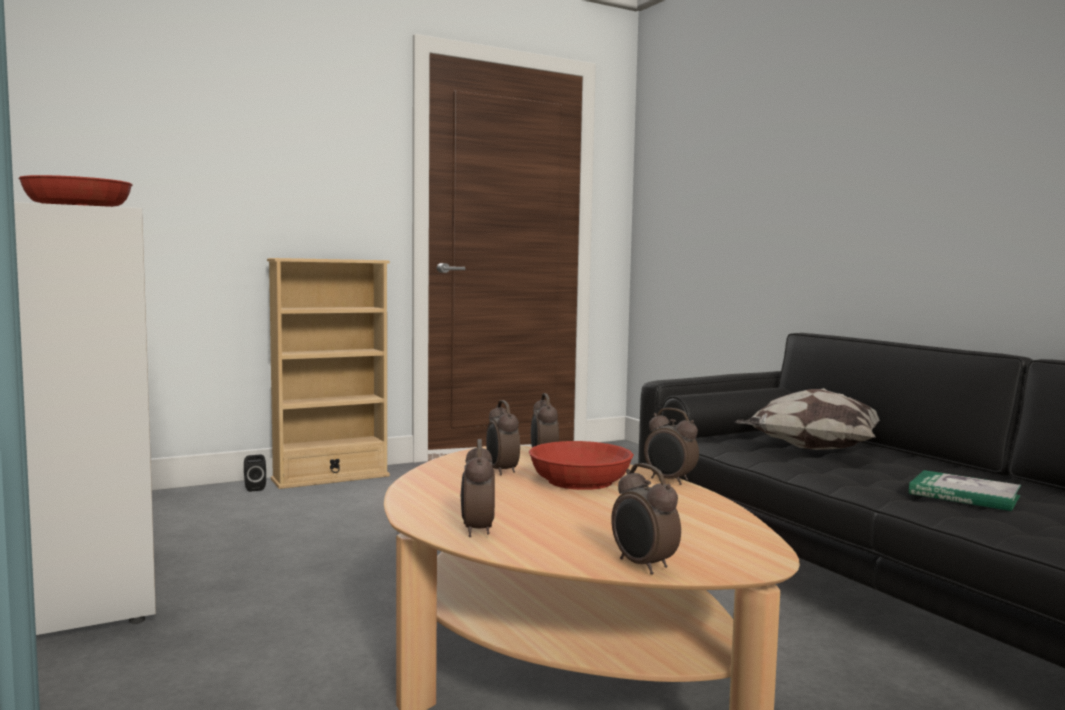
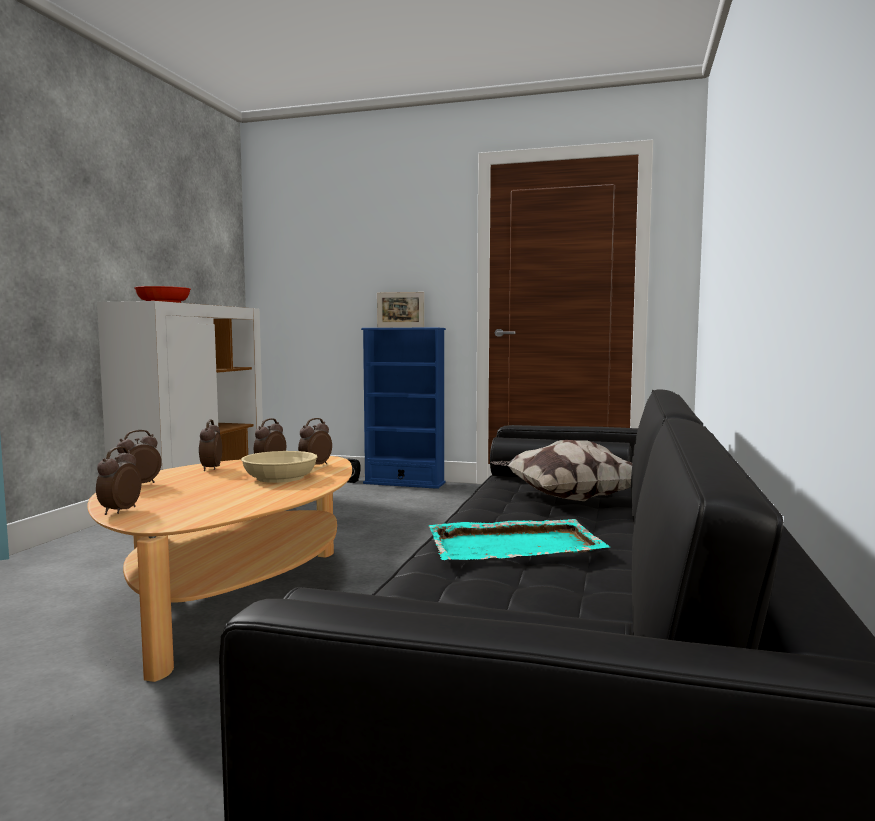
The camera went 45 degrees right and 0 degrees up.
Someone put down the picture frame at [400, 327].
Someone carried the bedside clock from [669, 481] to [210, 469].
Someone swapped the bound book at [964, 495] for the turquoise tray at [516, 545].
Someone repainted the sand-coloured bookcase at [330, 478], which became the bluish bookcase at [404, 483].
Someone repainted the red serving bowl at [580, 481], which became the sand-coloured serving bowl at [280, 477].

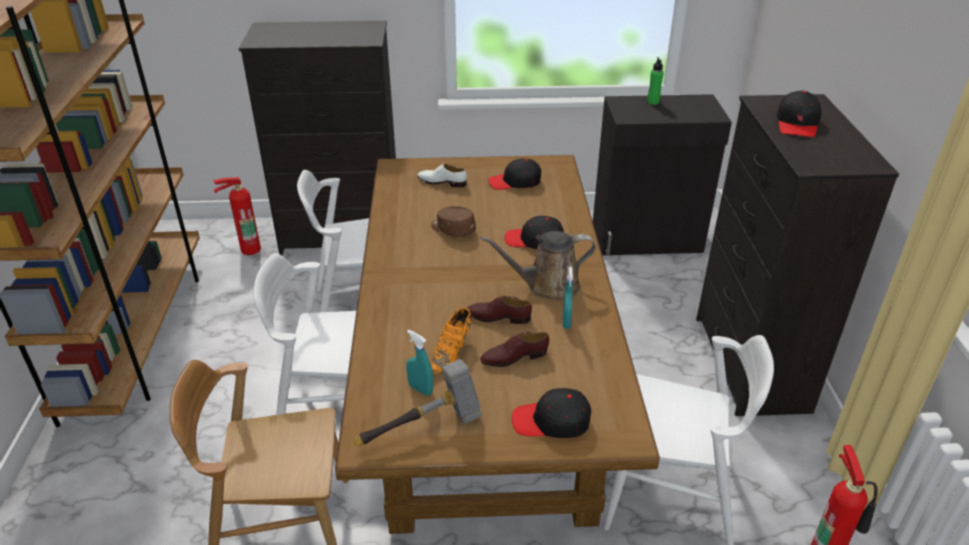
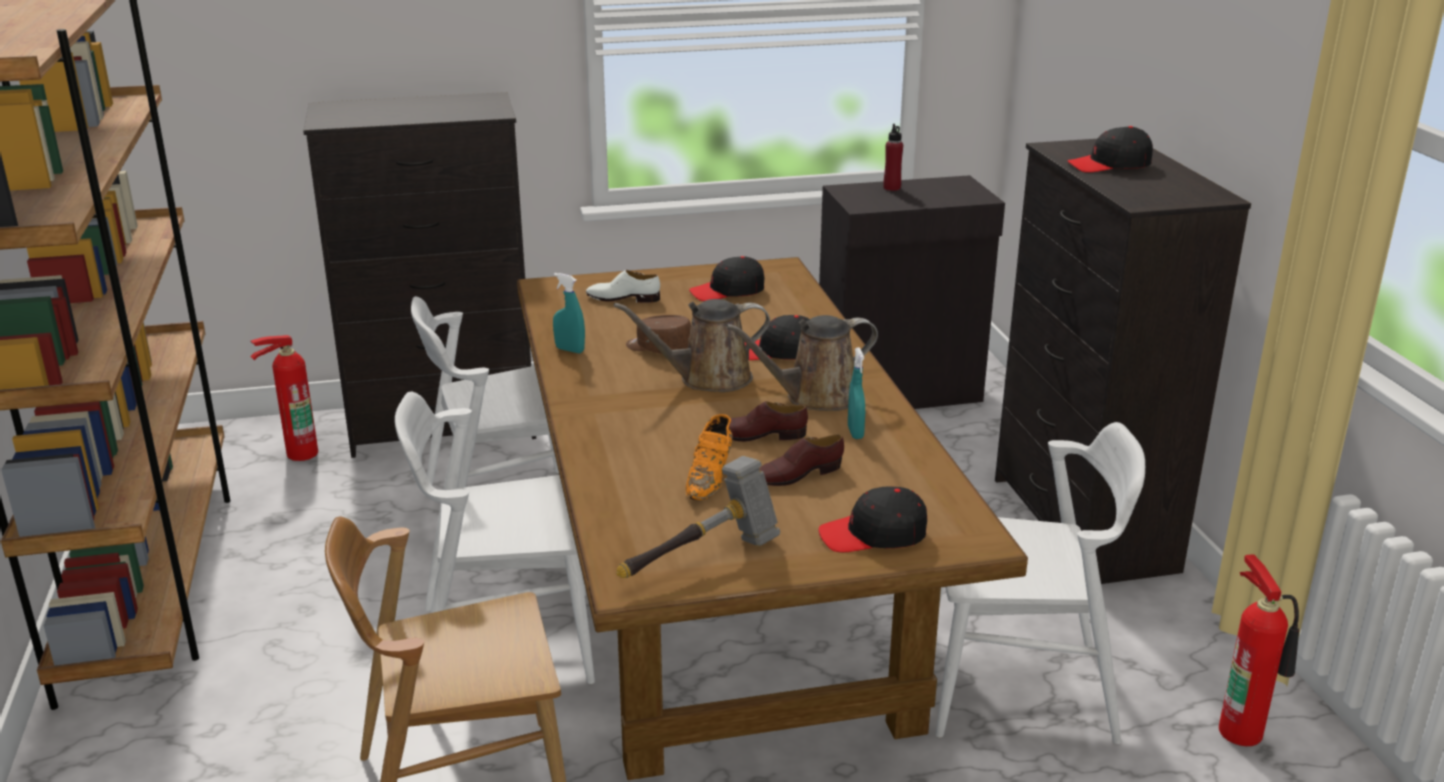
The camera went 10 degrees left and 10 degrees down.
Someone put down the brown-coloured watering pot at [708, 379].
Someone carried the turquoise hand sprayer from [420, 389] to [570, 350].
Someone repainted the green-coloured drink bottle at [653, 102], which became the red drink bottle at [892, 188].
Someone rotated the black peaked cap at [797, 123] by 75 degrees clockwise.

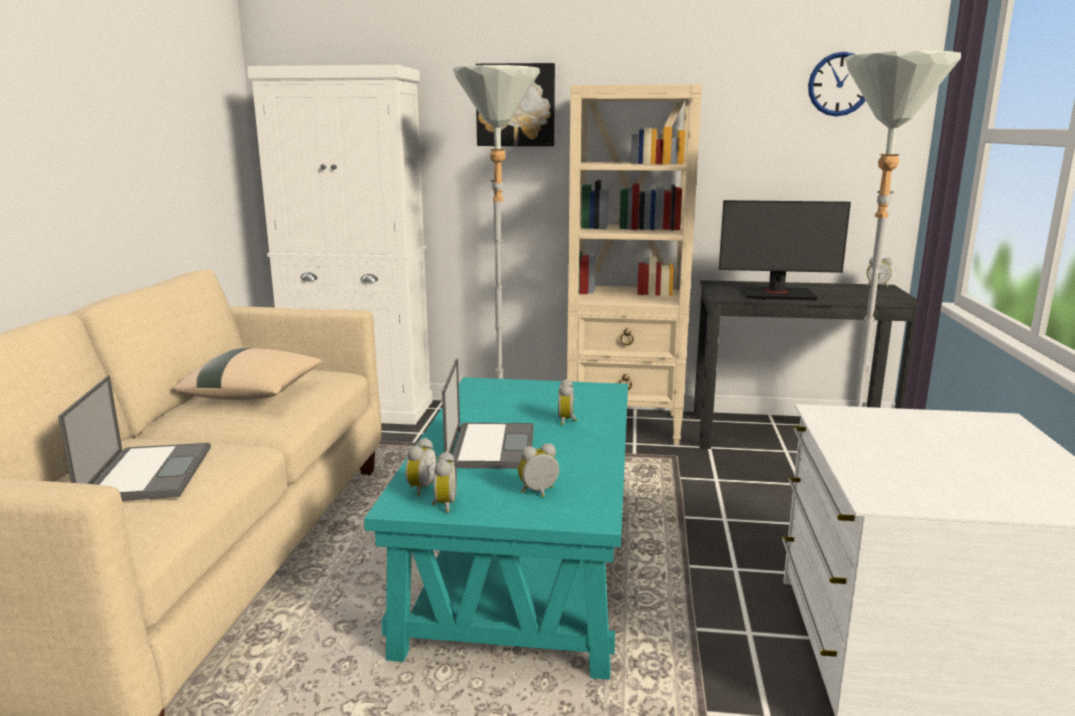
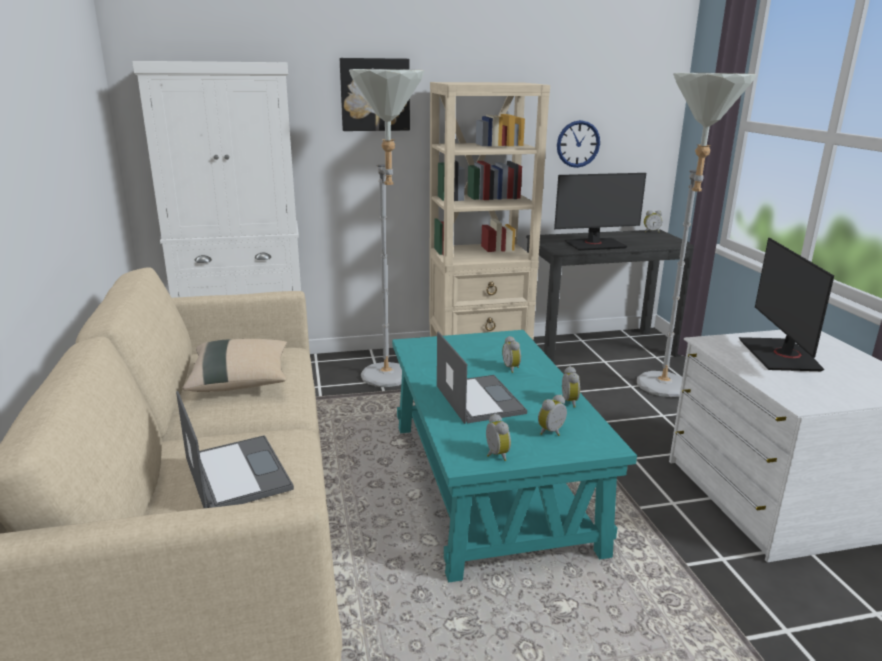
The camera went 20 degrees left and 5 degrees up.
Someone put down the computer display at [780, 355].
Someone carried the bedside clock from [420, 488] to [567, 402].
Someone carried the wall clock from [839, 84] to [578, 144].

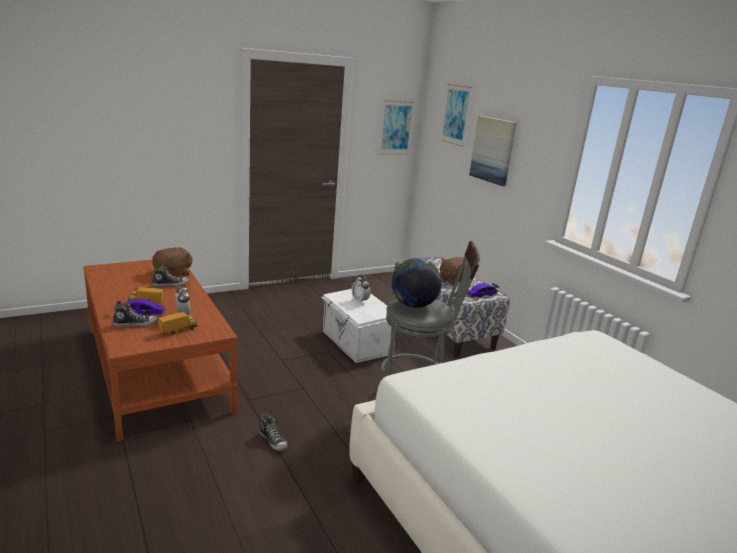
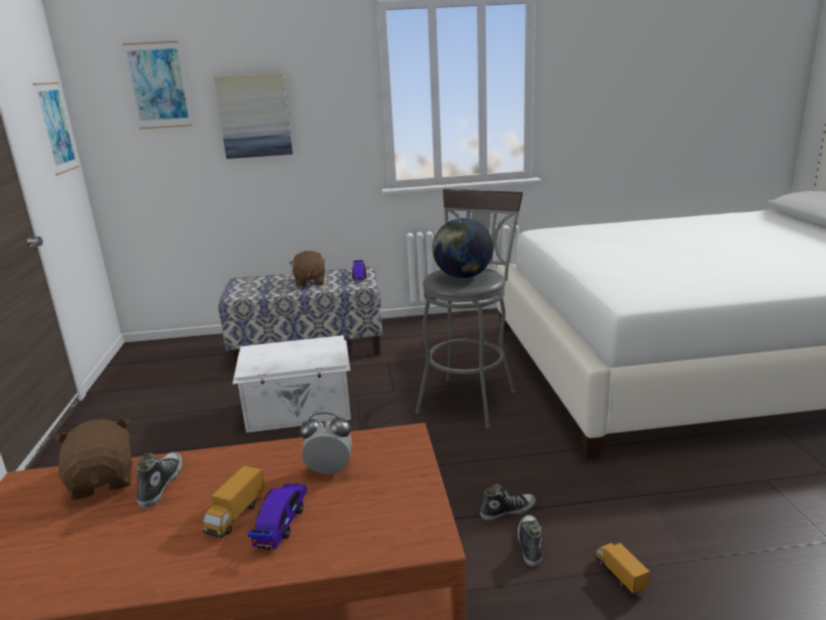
The camera went 65 degrees left and 0 degrees up.
Someone took away the bedside clock at [360, 301].
Someone carried the item of footwear from [135, 324] to [530, 544].
Someone carried the toy lorry from [178, 330] to [619, 576].

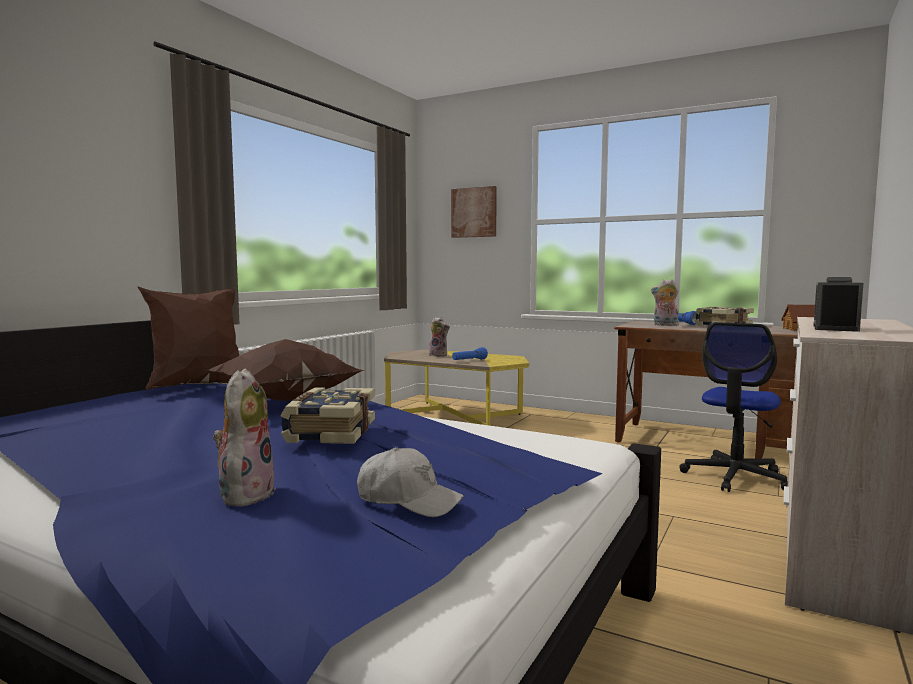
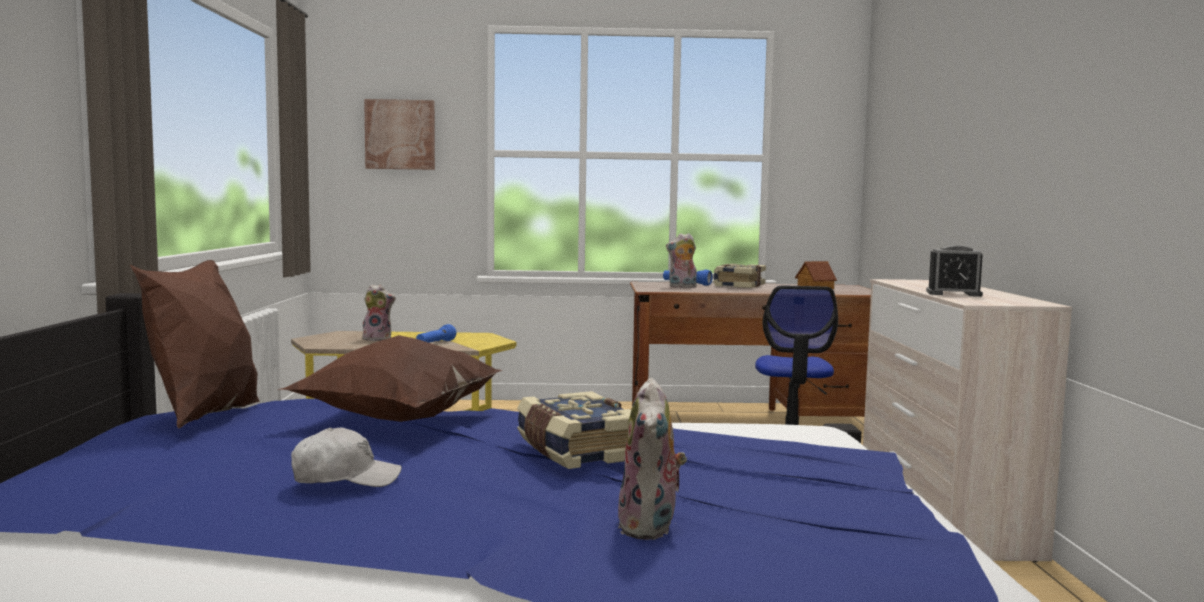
The camera went 30 degrees left and 0 degrees up.
Someone carried the white peaked cap from [409, 500] to [345, 478].
Someone rotated the soft toy at [245, 494] by 150 degrees counterclockwise.
Someone rotated the bedside clock at [835, 328] by 75 degrees counterclockwise.

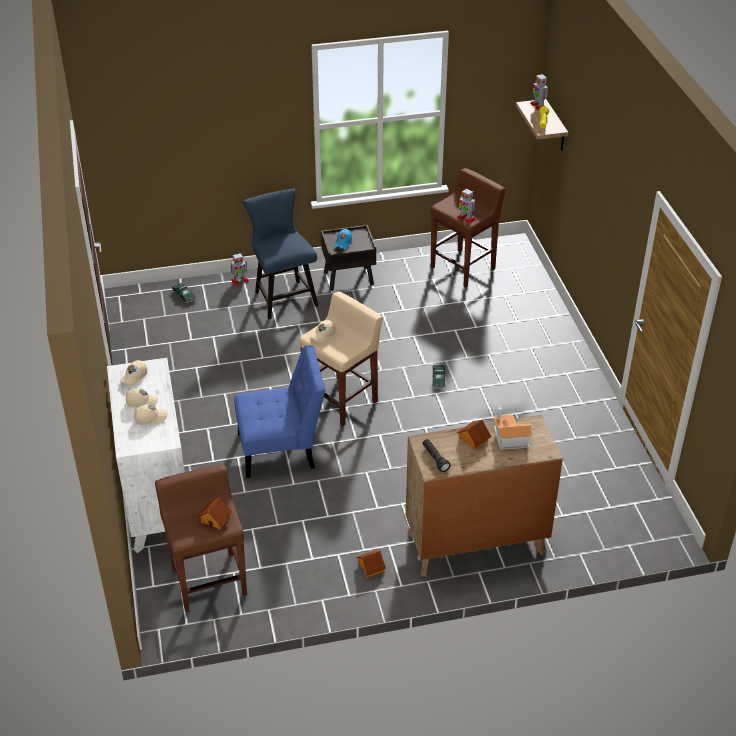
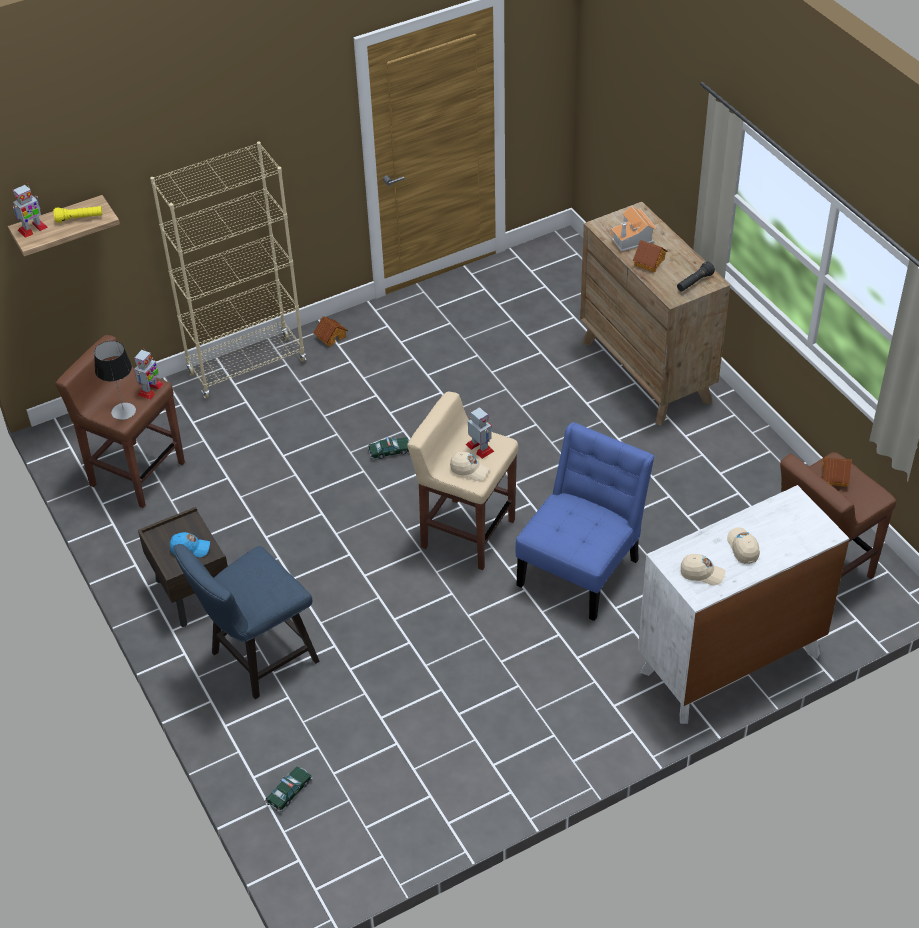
The camera went 105 degrees left and 5 degrees up.
Someone took away the sand-coloured peaked cap at [151, 418].
Someone put down the tabletop lamp at [123, 411].
Someone put down the sand-coloured bookcase at [247, 367].
Someone carried the toy robot from [240, 280] to [480, 448].
Someone carried the toy house from [371, 567] to [331, 336].
Someone rotated the bluish upright chair at [281, 449] by 60 degrees clockwise.

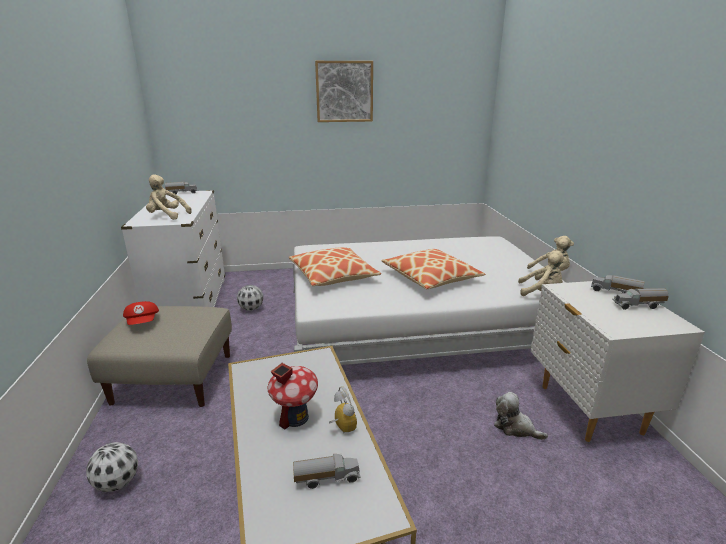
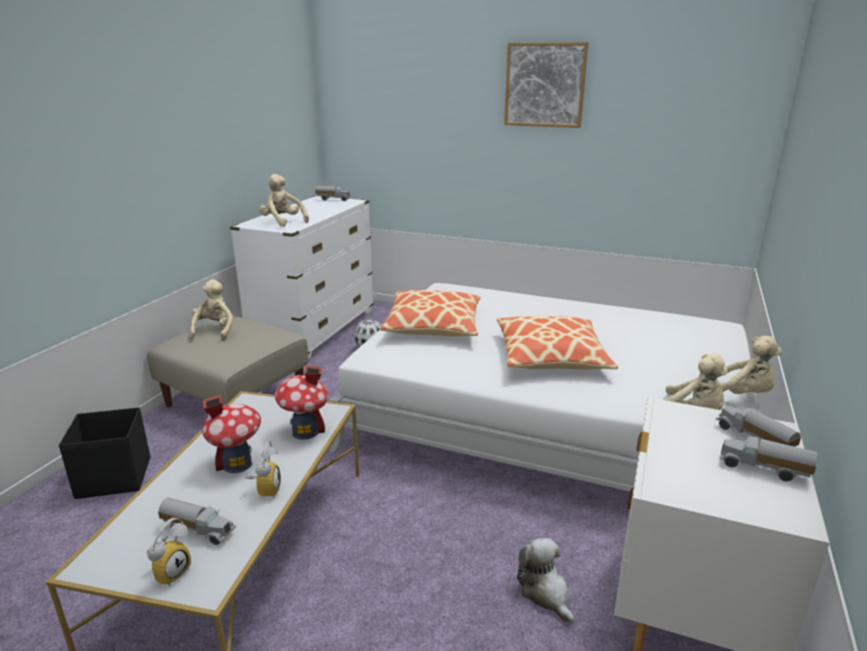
The camera went 30 degrees right and 0 degrees up.
Someone put down the bedside clock at [171, 571].
Someone put down the toy house at [305, 431].
Someone swapped the football at [117, 483] for the black storage bin at [113, 477].
Someone swapped the red peaked cap at [143, 322] for the sand-coloured soft toy at [215, 331].

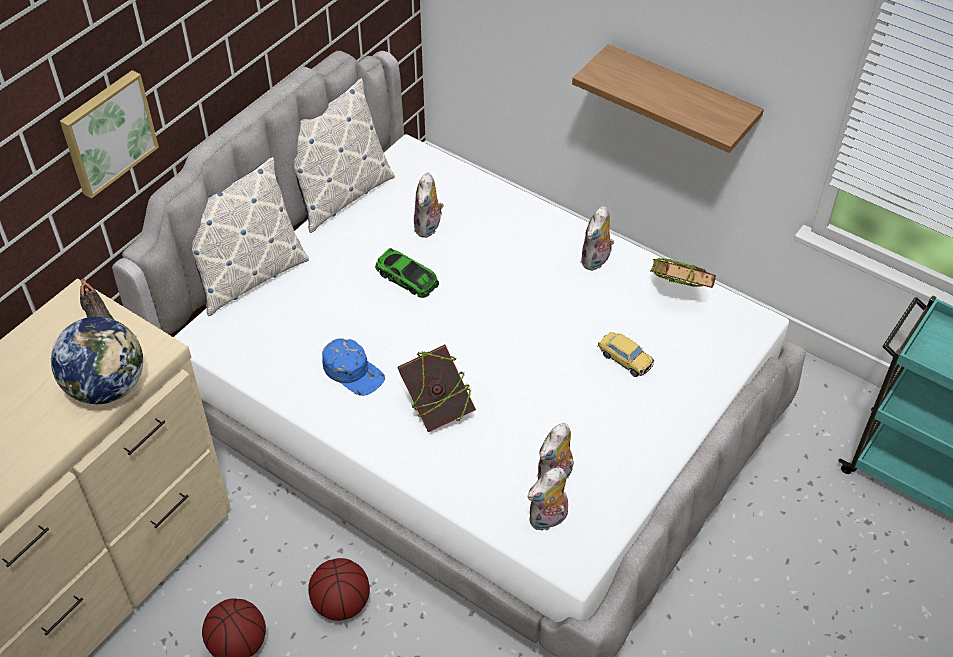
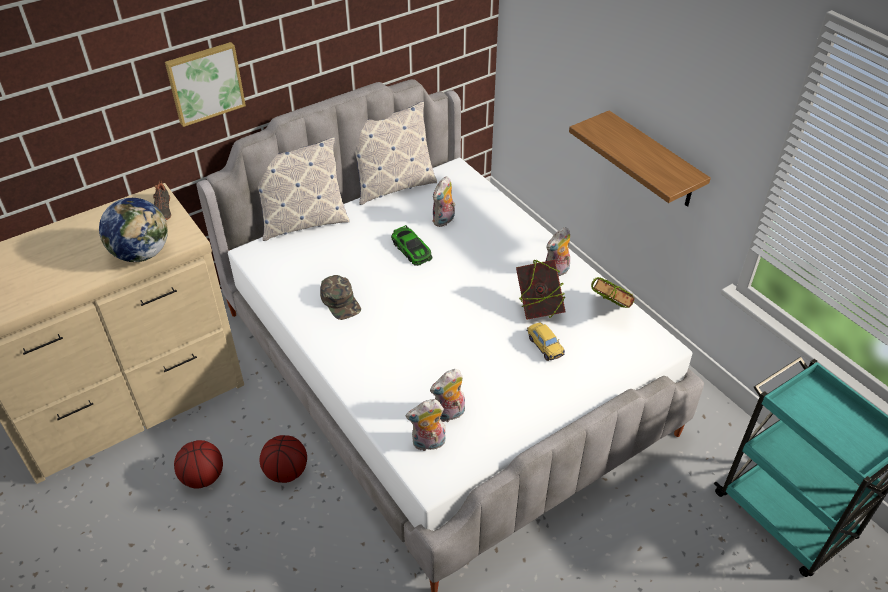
The camera went 20 degrees right and 5 degrees down.
Someone carried the bound book from [437, 409] to [538, 308].
Someone repainted the bluish peaked cap at [353, 371], which became the green-coloured peaked cap at [341, 302].

